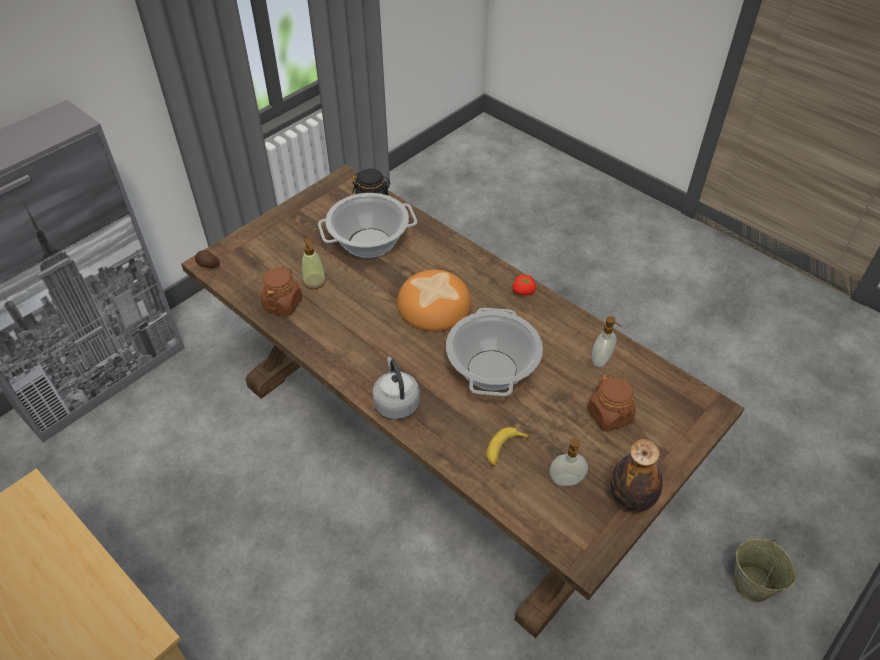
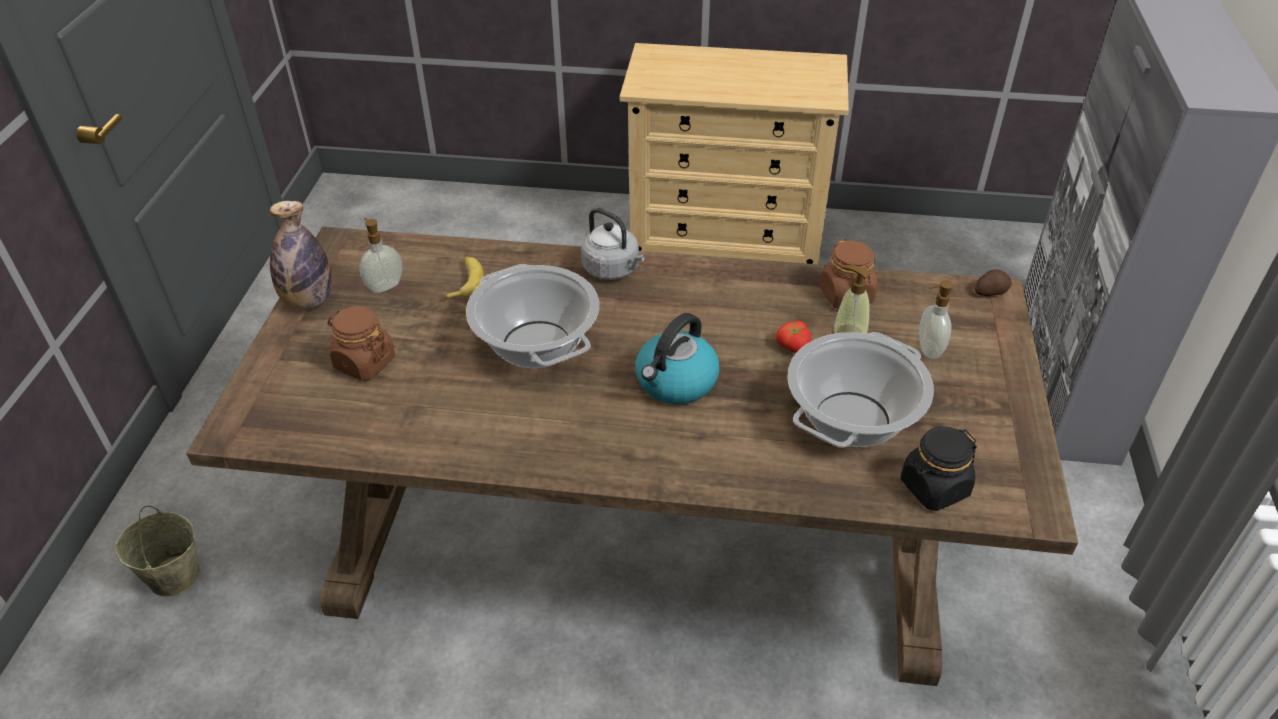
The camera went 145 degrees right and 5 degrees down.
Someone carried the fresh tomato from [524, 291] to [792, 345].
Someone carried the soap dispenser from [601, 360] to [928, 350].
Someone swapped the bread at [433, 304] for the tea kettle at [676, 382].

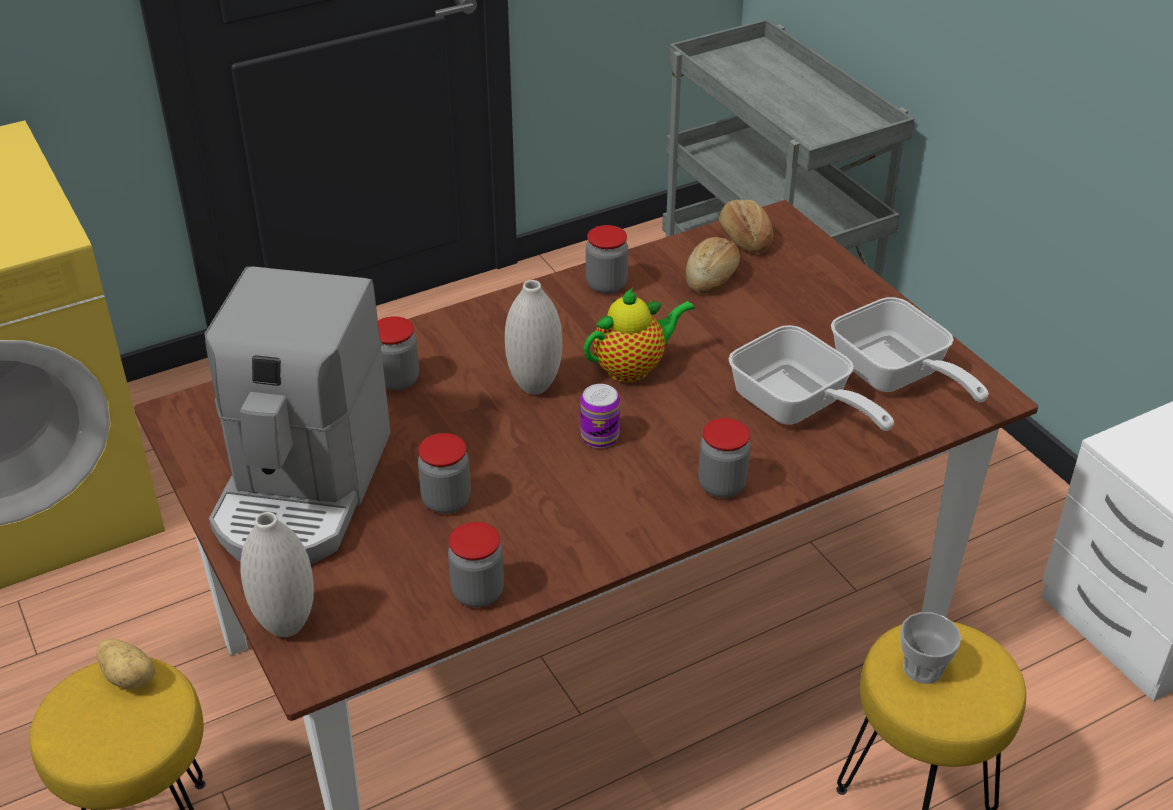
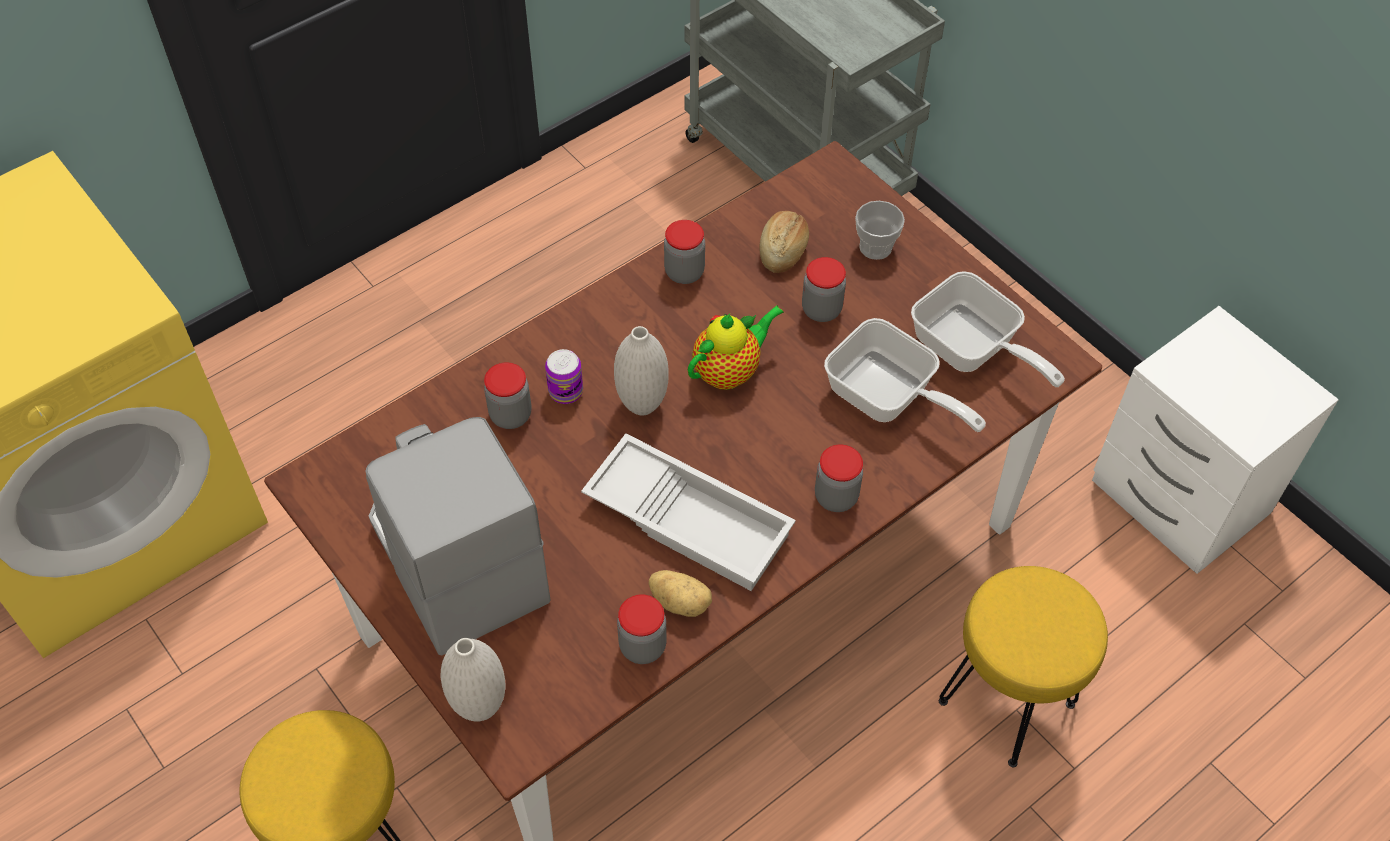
The camera went 10 degrees left and 15 degrees up.
Someone took away the bread at [744, 239].
Someone put down the white tray at [691, 518].
Someone carried the potato from [130, 677] to [681, 601].
Someone carried the jar from [446, 501] to [821, 310].
Someone carried the can from [599, 437] to [565, 391].
Someone carried the cup from [923, 668] to [875, 247].
Someone rotated the coffee machine at [303, 491] by 150 degrees clockwise.

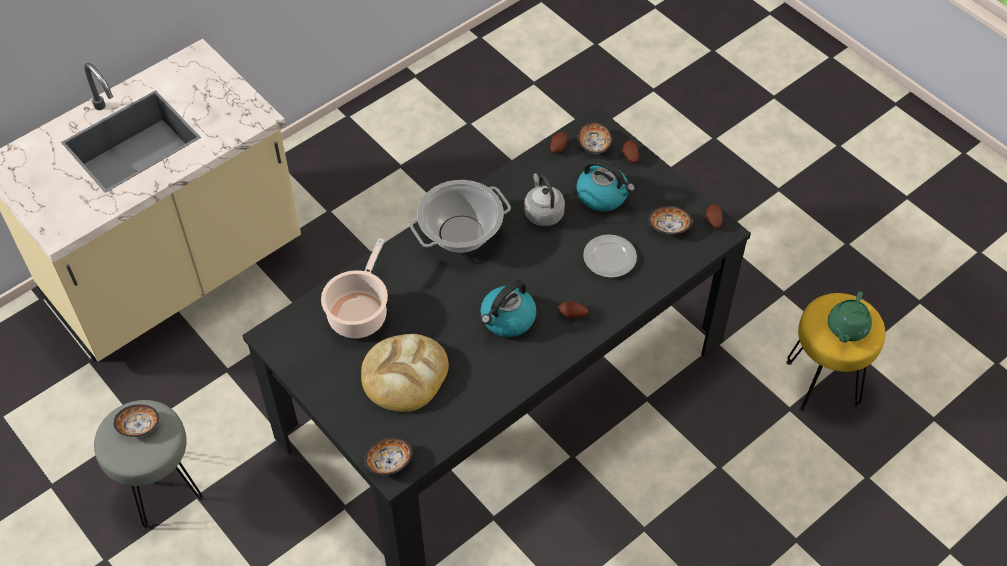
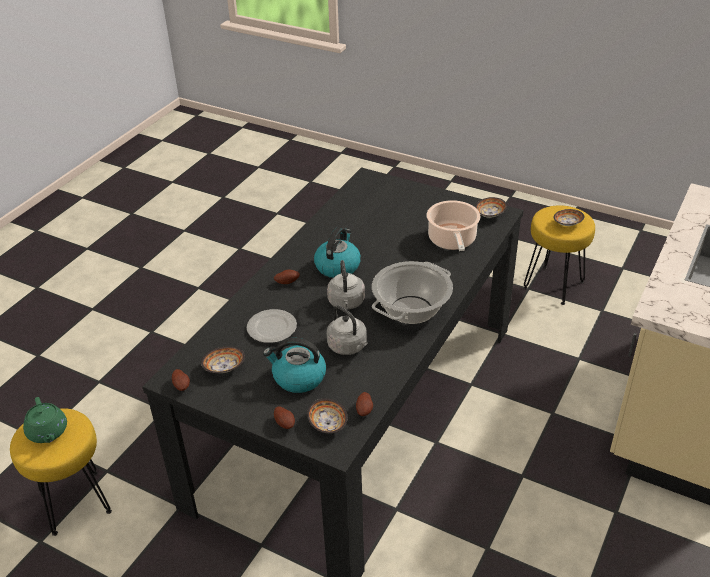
The camera went 160 degrees right and 15 degrees down.
Someone took away the bread at [404, 375].
Someone put down the gray tea kettle at [346, 303].
Someone carried the serving bowl from [390, 462] to [489, 215].
Someone repainted the gray stool at [160, 489], which became the yellowish stool at [554, 285].
Someone rotated the green-coloured tea pot at [847, 328] by 150 degrees clockwise.

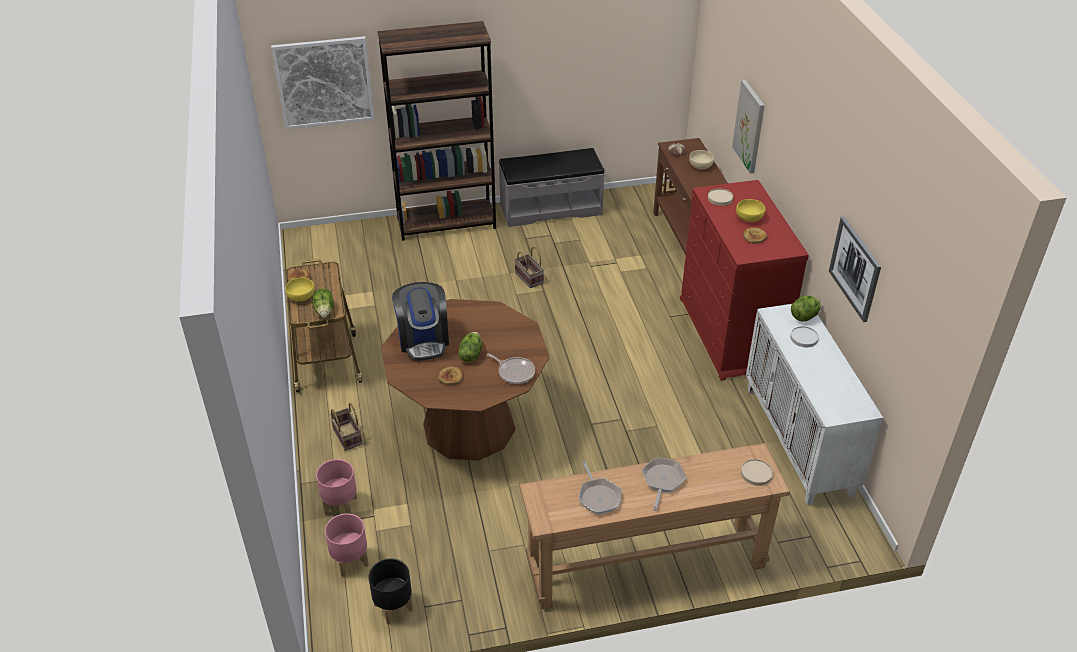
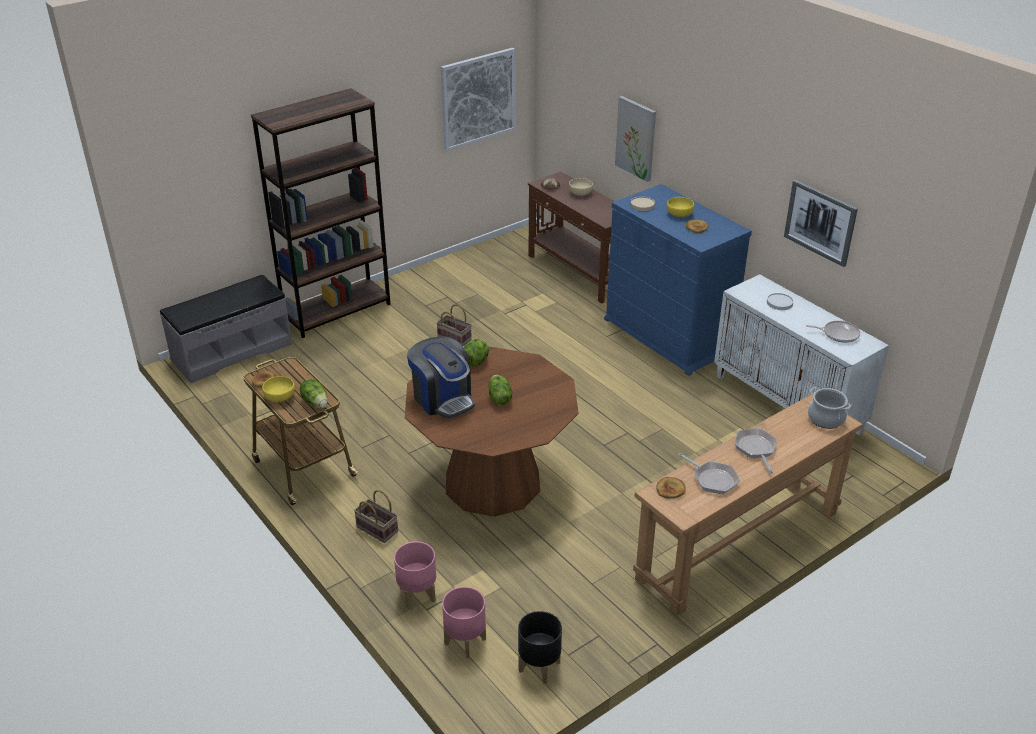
The camera went 25 degrees left and 5 degrees down.
Someone carried the picture from [324, 82] to [478, 98].
Someone carried the bread from [451, 377] to [670, 489].
Someone carried the frying pan from [515, 372] to [838, 334].
Someone carried the gray bench from [550, 208] to [231, 352].
Someone carried the lettuce from [804, 317] to [475, 362].
Someone swapped the sand-coloured flat dish at [756, 473] for the cooking pot at [825, 419].
Someone repainted the red drawer chest at [731, 333], which became the bluish drawer chest at [669, 335].

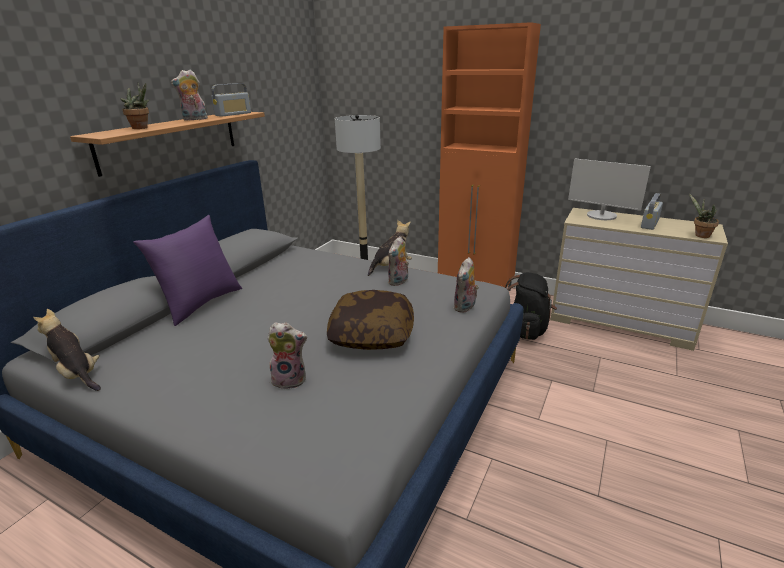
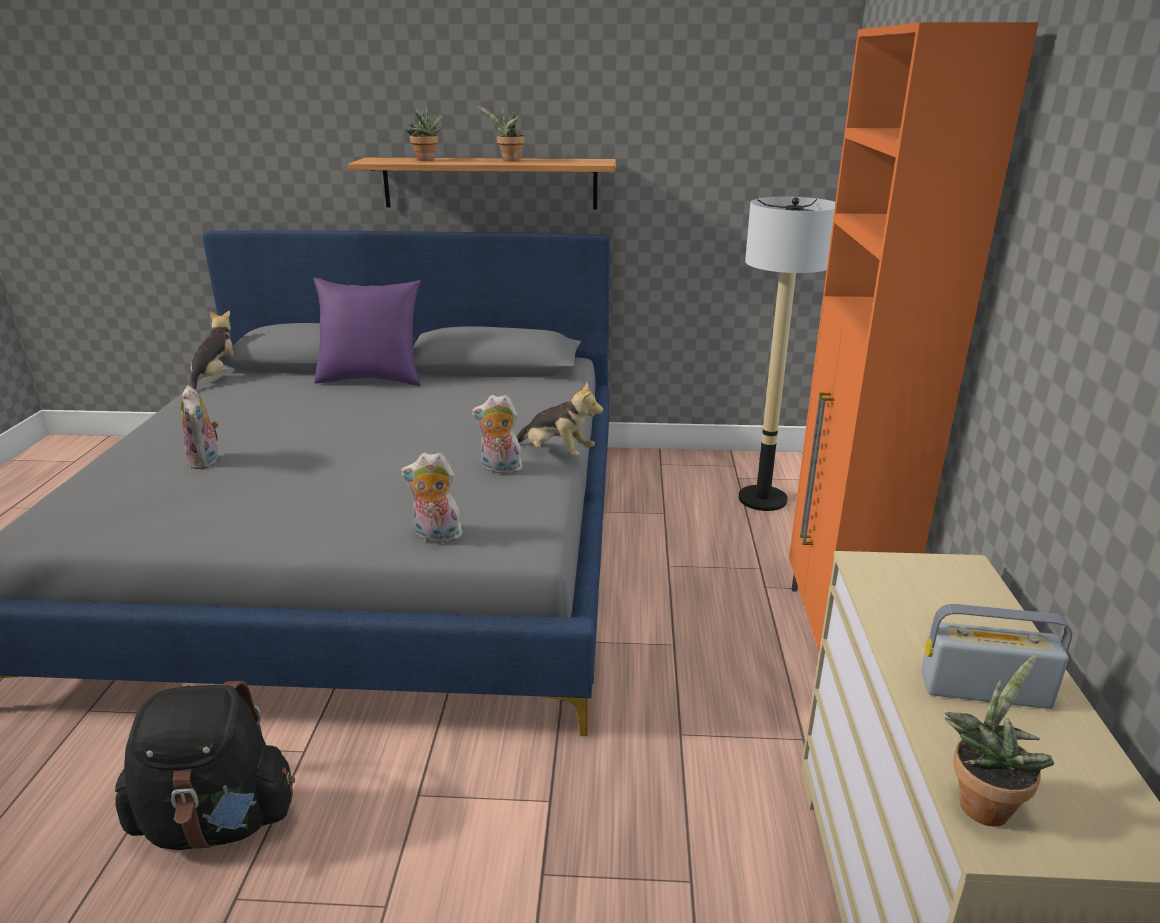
The camera went 65 degrees right and 0 degrees up.
Someone took away the radio at [233, 114].
Someone took away the cushion at [371, 334].
Someone took away the computer display at [601, 216].
Someone carried the black knapsack from [526, 329] to [218, 821].
Someone swapped the soft toy at [194, 119] for the potted plant at [509, 160].

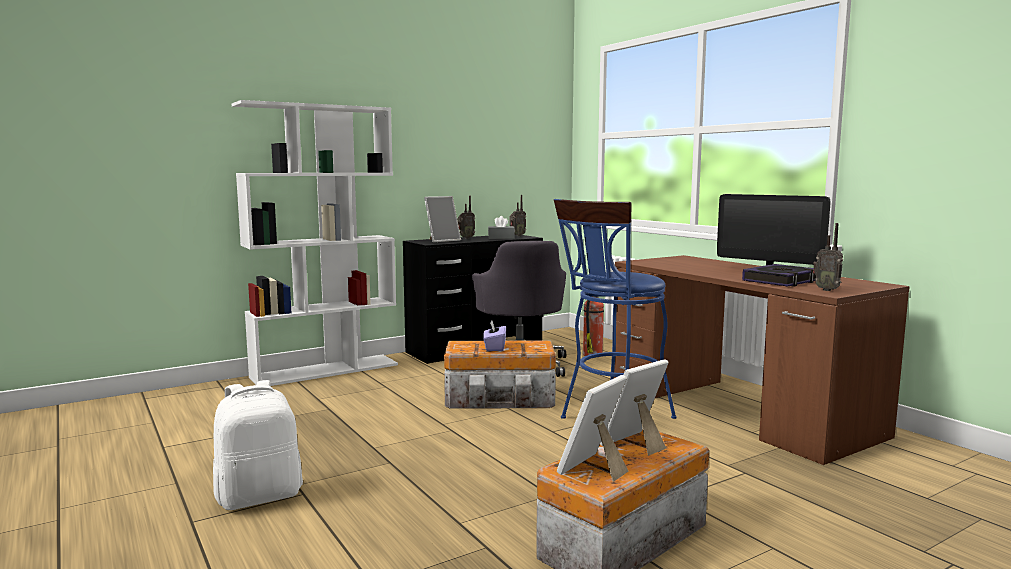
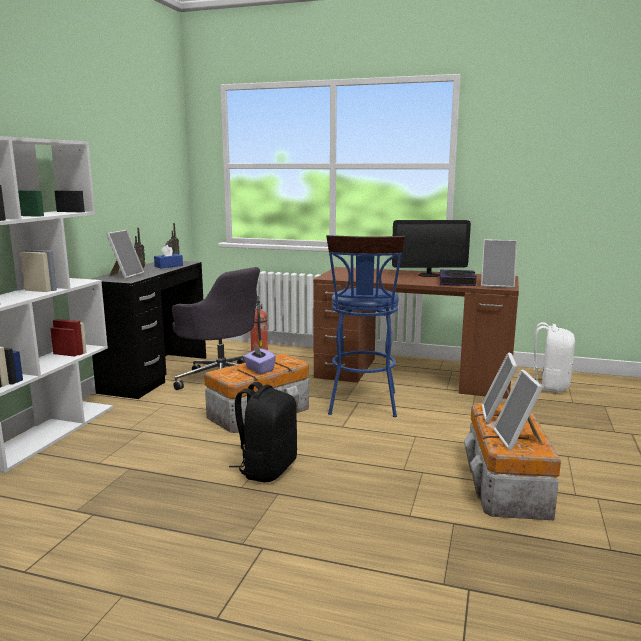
The camera went 40 degrees left and 5 degrees up.
Someone put down the black knapsack at [267, 469].
Someone carried the white knapsack from [260, 496] to [549, 385].
Someone swapped the radio at [827, 290] for the picture frame at [497, 285].
Someone repainted the gray tissue box at [501, 238], which became the bluish tissue box at [168, 266].

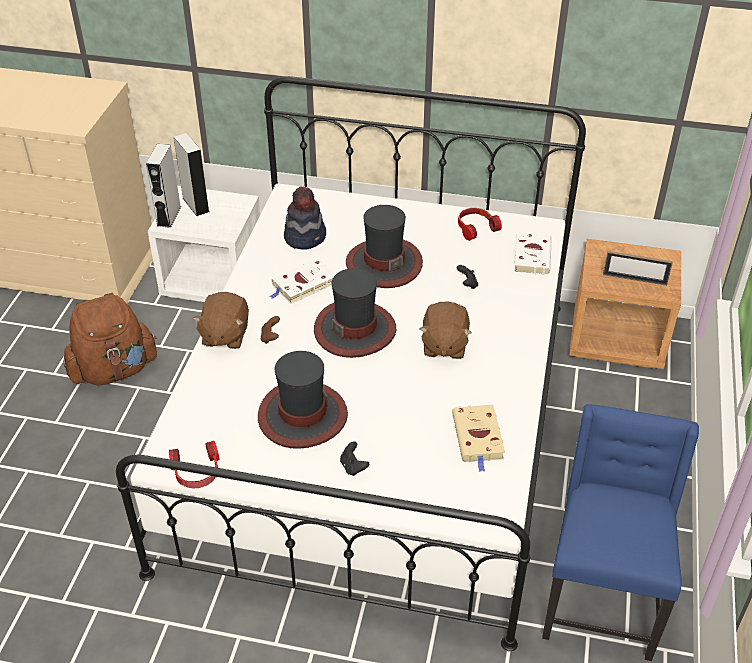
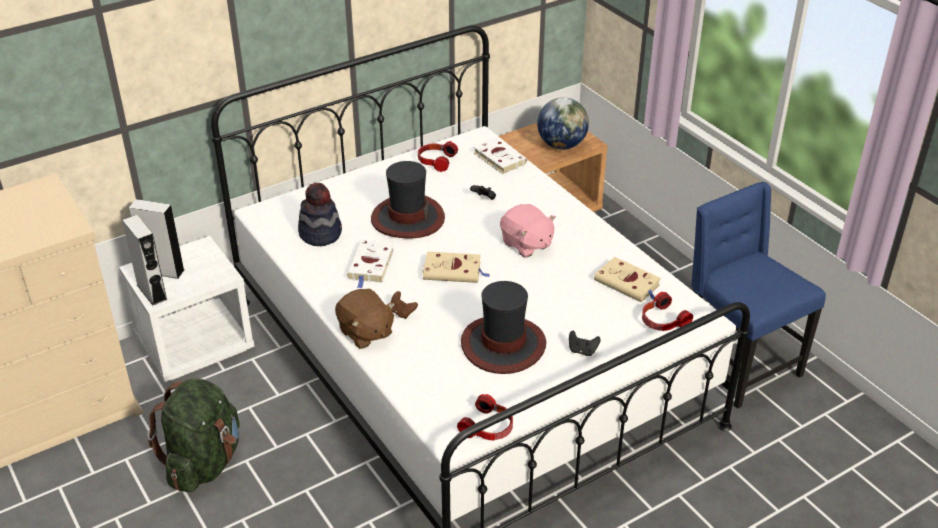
The camera went 45 degrees left and 5 degrees down.
Someone put down the pair of headphones at [662, 321].
Someone swapped the wearable hat at [355, 329] for the sand-coloured bound book at [454, 271].
Someone swapped the picture frame at [634, 279] for the world globe at [561, 145].
Someone repainted the brown-coloured knapsack at [114, 370], which became the green-coloured knapsack at [204, 463].
Someone repainted the brown-coloured soft toy at [444, 345], which became the pink-coloured soft toy at [526, 244].

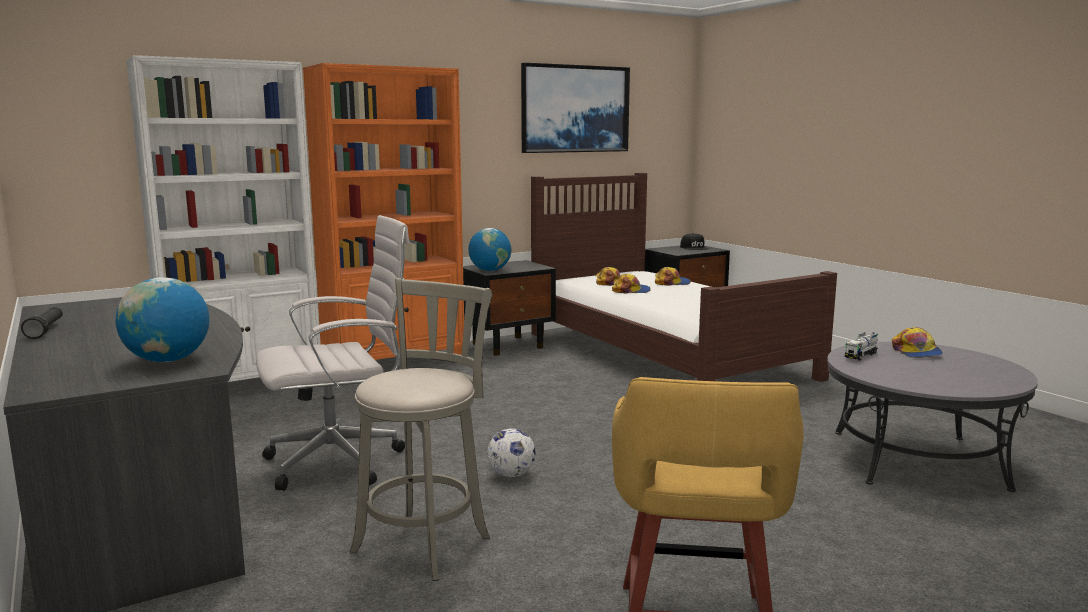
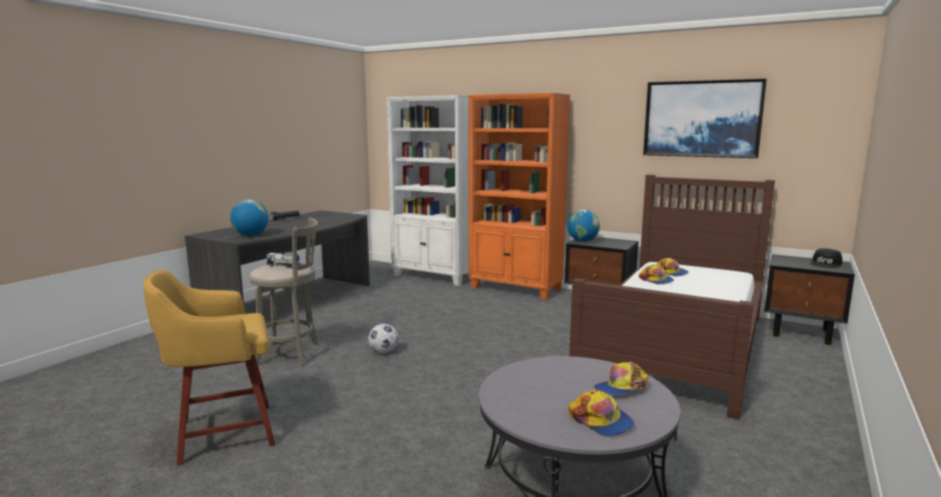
The camera went 60 degrees right and 0 degrees up.
Someone took away the white computer chair at [341, 461].
Someone carried the peaked cap from [672, 283] to [601, 421].
Someone carried the toy lorry from [861, 355] to [284, 266].

